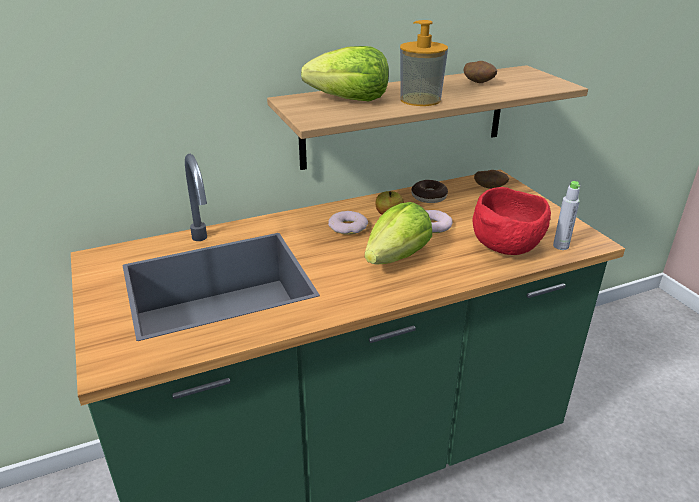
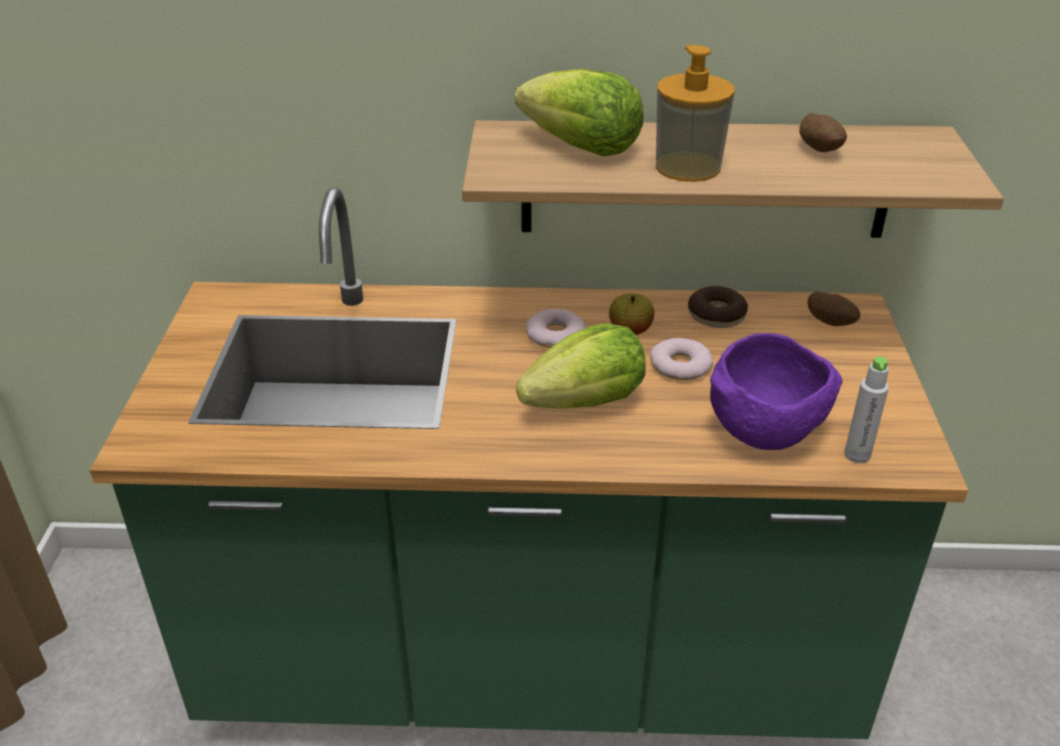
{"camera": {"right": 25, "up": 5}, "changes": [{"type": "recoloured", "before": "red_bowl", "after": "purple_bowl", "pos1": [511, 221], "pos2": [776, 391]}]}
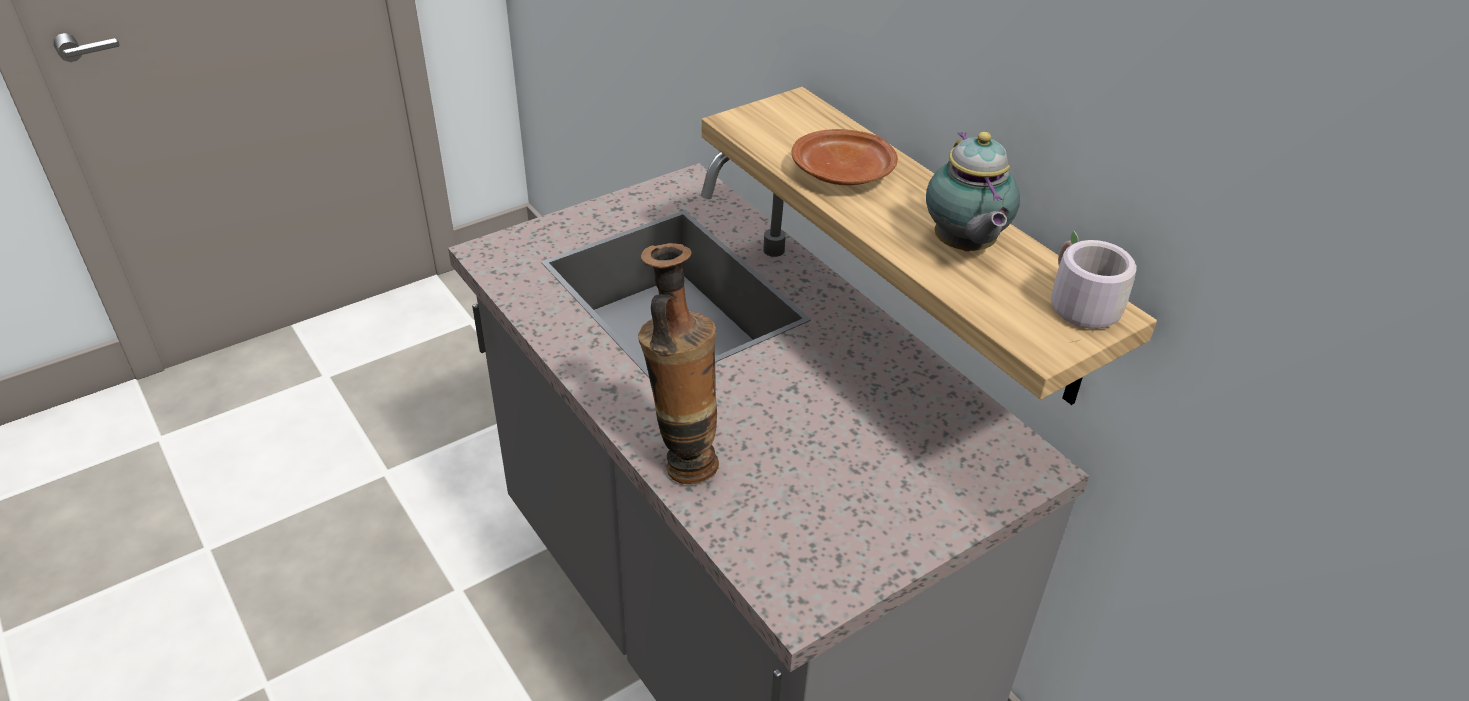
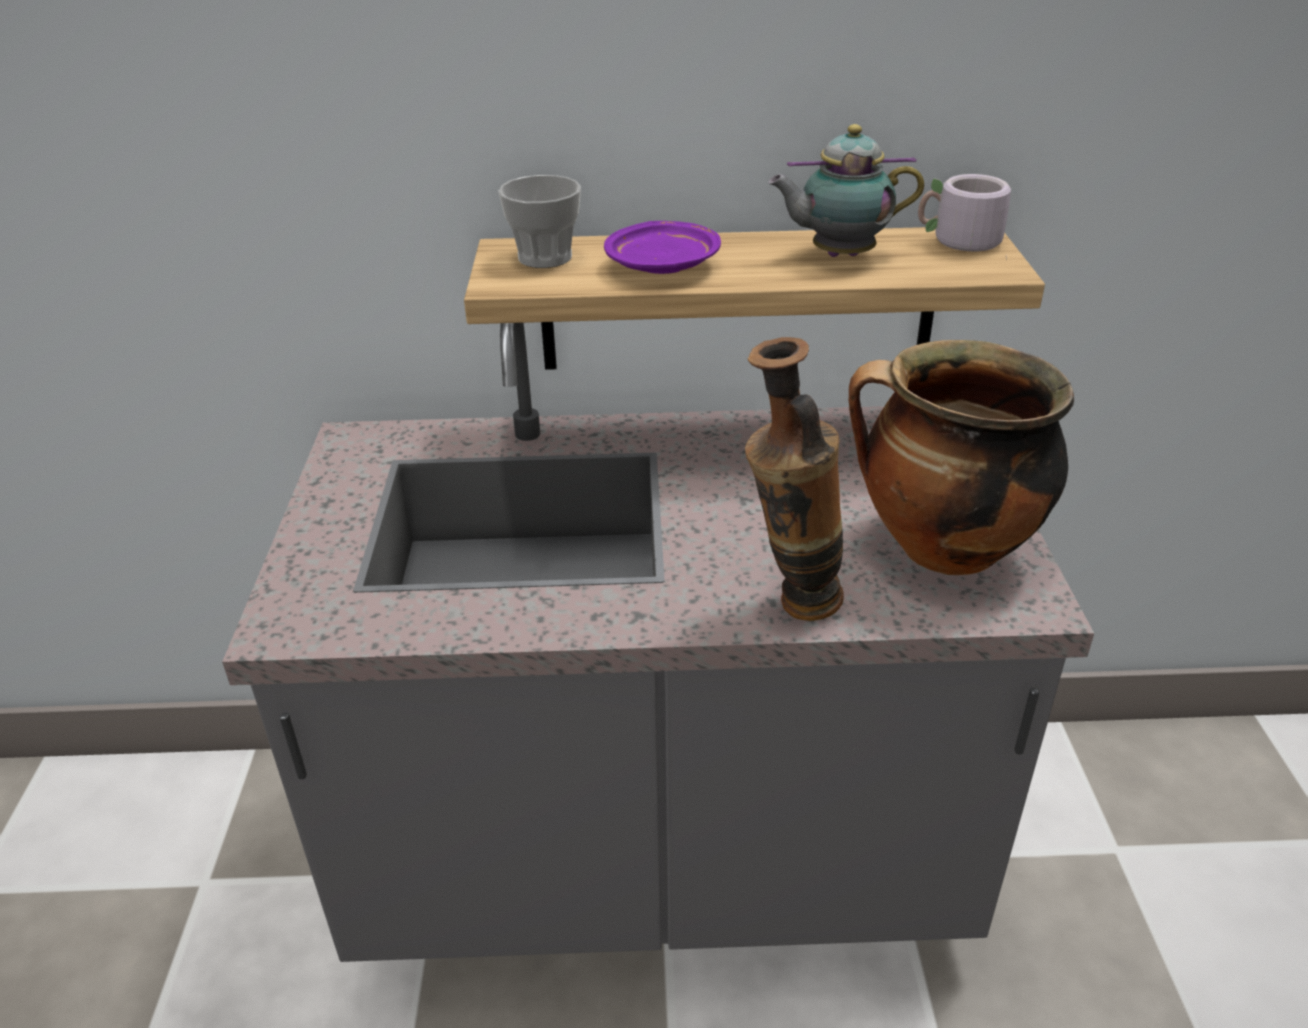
{"camera": {"right": -55, "up": -5}, "changes": [{"type": "recoloured", "before": "brown_plate", "after": "purple_plate", "pos1": [845, 157], "pos2": [662, 247]}, {"type": "turned", "before": "teapot", "pos1": [973, 192], "pos2": [846, 190], "turn": 150}, {"type": "added", "after": "cup", "pos2": [539, 221]}, {"type": "added", "after": "cooking_pot", "pos2": [961, 457]}]}
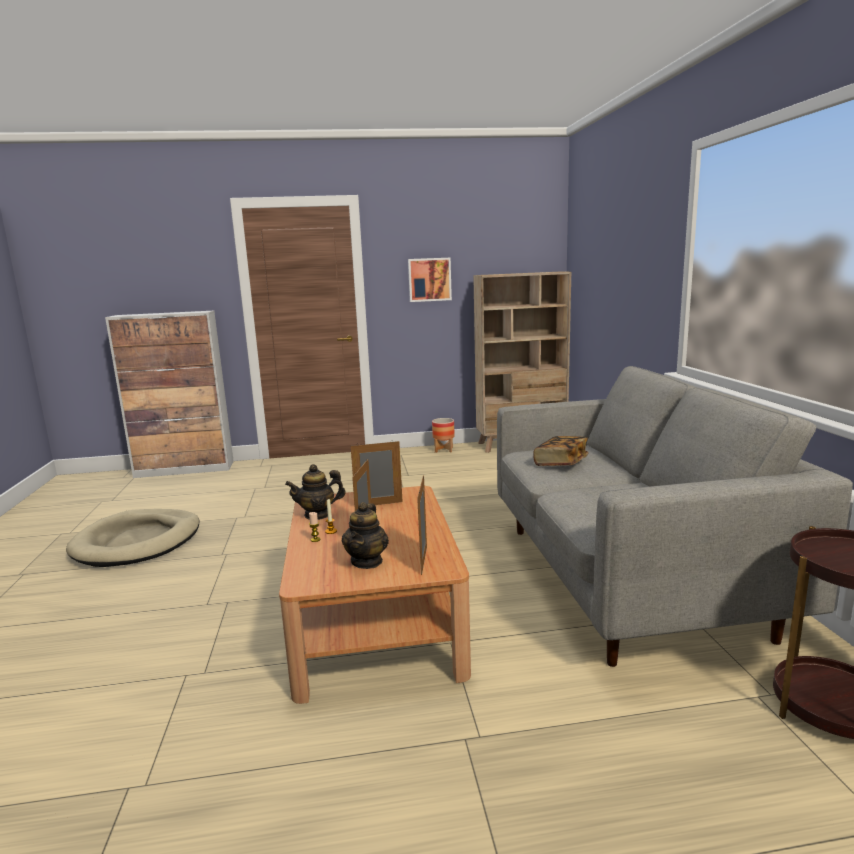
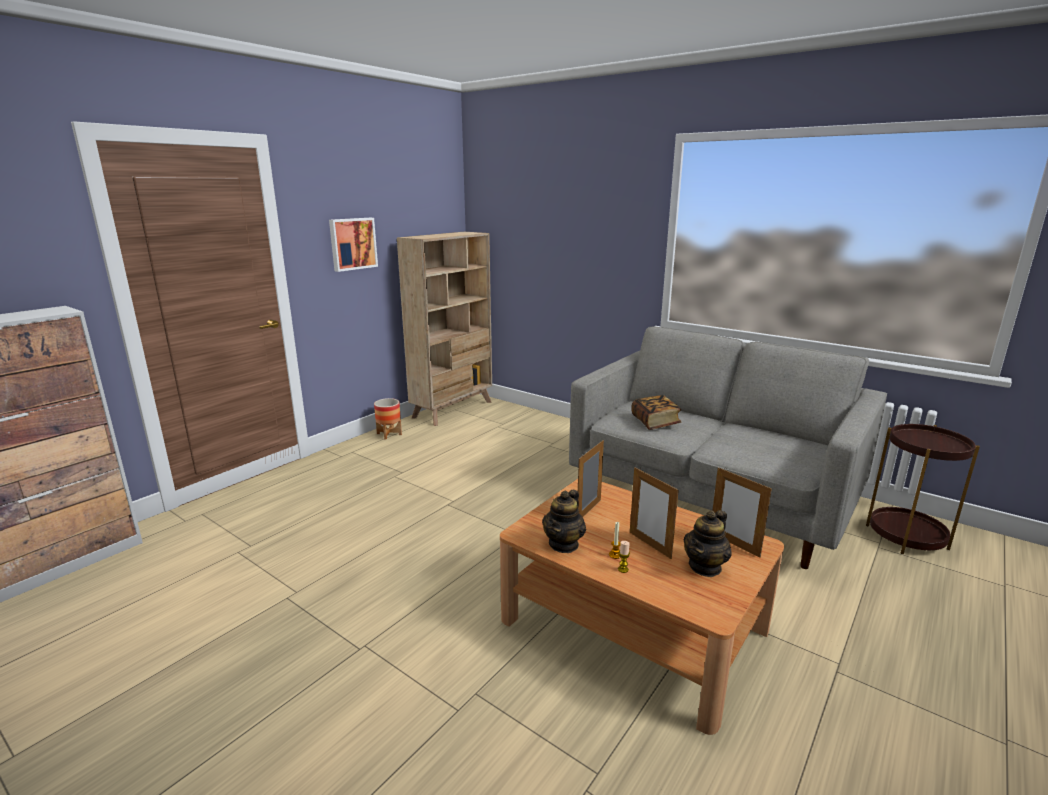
{"camera": {"right": -45, "up": 5}, "changes": [{"type": "removed", "before": "beige_dog_bed", "pos1": [132, 538]}, {"type": "turned", "before": "teapot", "pos1": [365, 535], "pos2": [708, 543], "turn": 75}]}
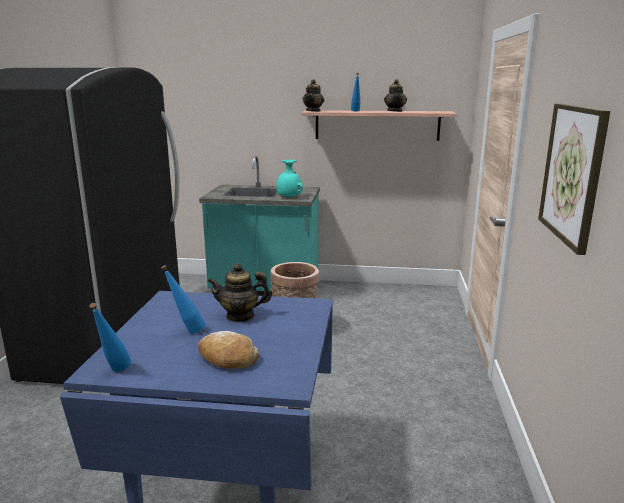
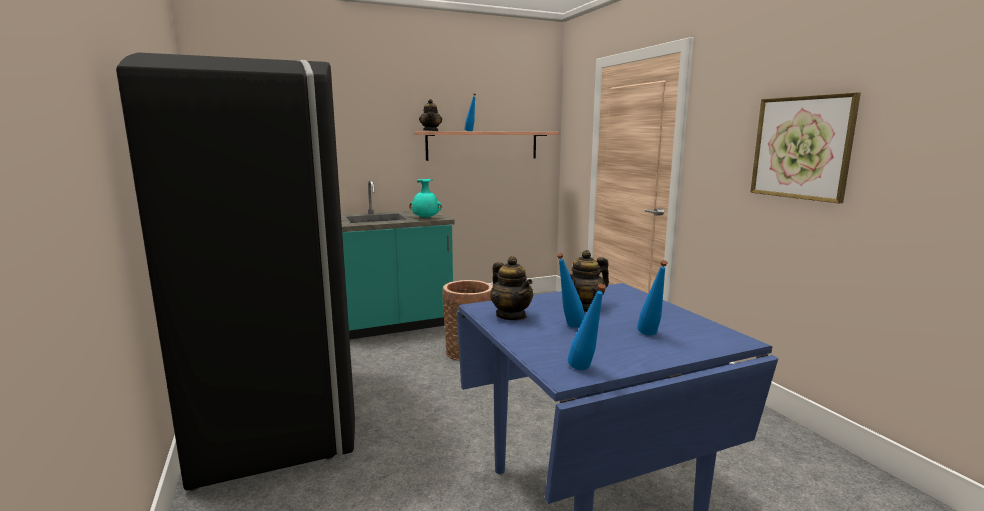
{"camera": {"right": -30, "up": -5}, "changes": [{"type": "replaced", "before": "bread", "after": "blue_bottle", "pos1": [228, 350], "pos2": [652, 298]}, {"type": "moved", "before": "teapot", "pos1": [395, 95], "pos2": [511, 288]}]}
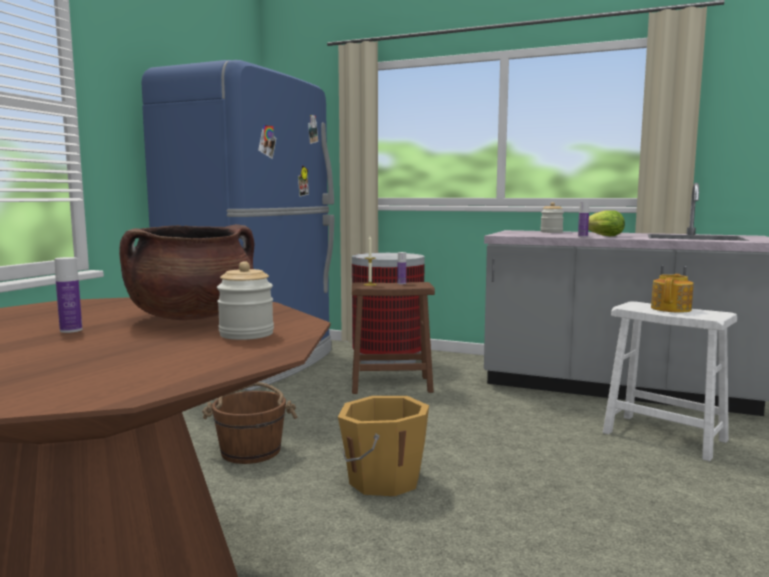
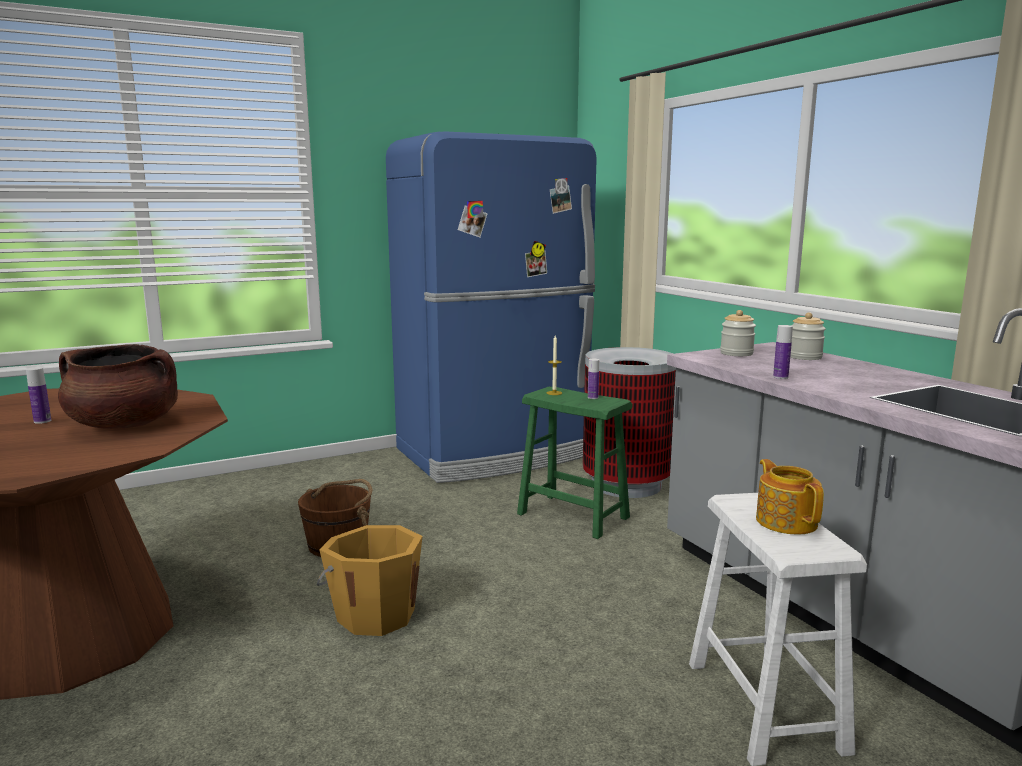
{"camera": {"right": 40, "up": 5}, "changes": [{"type": "moved", "before": "jar", "pos1": [245, 300], "pos2": [738, 333]}, {"type": "recoloured", "before": "brown_stool", "after": "green_stool", "pos1": [393, 338], "pos2": [574, 463]}, {"type": "removed", "before": "lettuce", "pos1": [606, 223]}, {"type": "turned", "before": "teapot", "pos1": [672, 293], "pos2": [790, 497], "turn": -90}]}
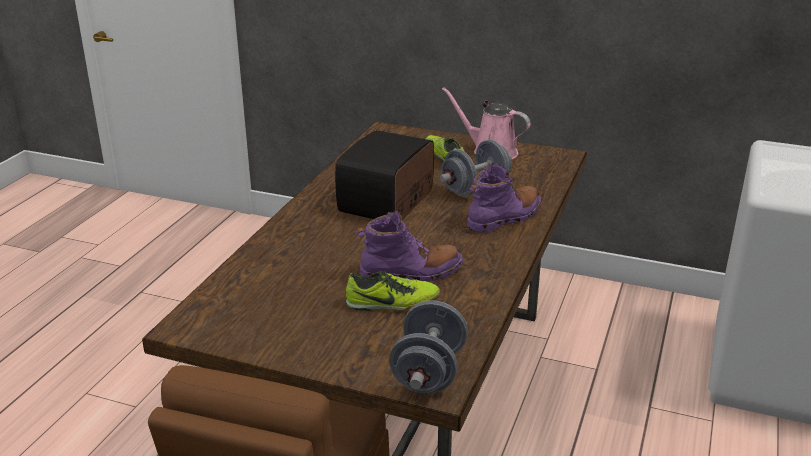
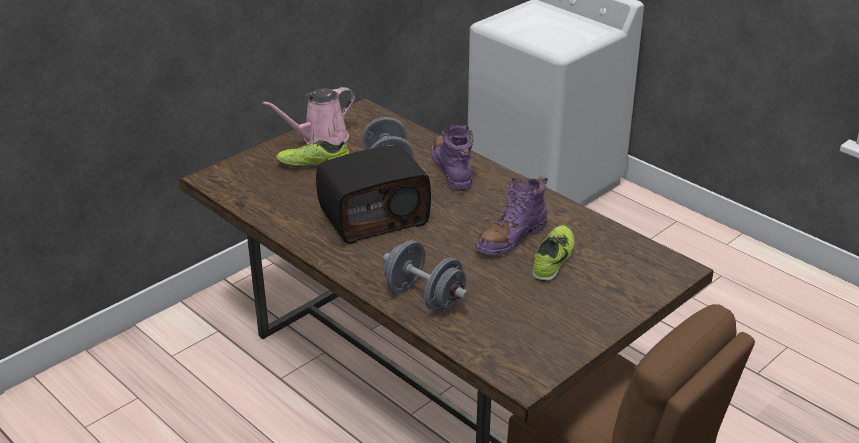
{"camera": {"right": -65, "up": 5}, "changes": [{"type": "turned", "before": "radio", "pos1": [384, 174], "pos2": [373, 194], "turn": -75}, {"type": "turned", "before": "purple_boot", "pos1": [409, 246], "pos2": [511, 216], "turn": -150}, {"type": "moved", "before": "grey_dumbbell", "pos1": [428, 346], "pos2": [426, 276]}]}
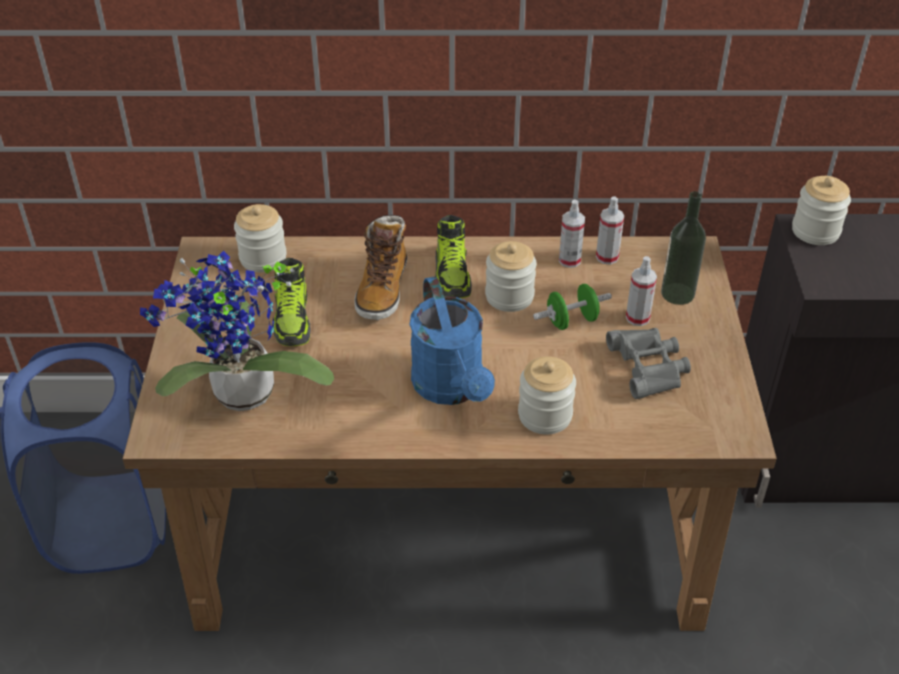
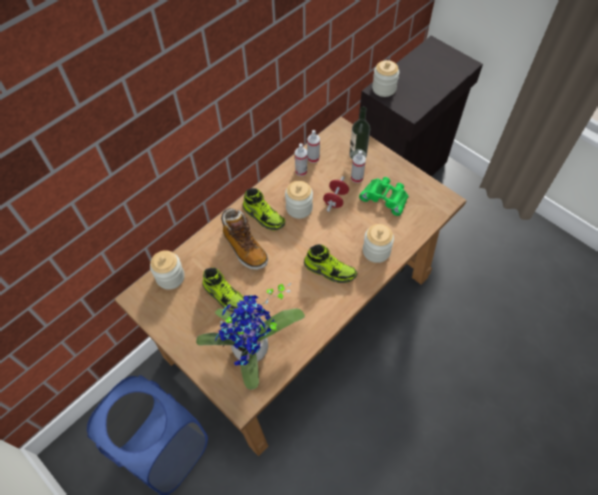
{"camera": {"right": -45, "up": 15}, "changes": [{"type": "replaced", "before": "blue_watering_can", "after": "shoe", "pos1": [452, 340], "pos2": [331, 263]}, {"type": "recoloured", "before": "green_dumbbell", "after": "red_dumbbell", "pos1": [572, 307], "pos2": [336, 194]}, {"type": "recoloured", "before": "grey_binoculars", "after": "green_binoculars", "pos1": [648, 363], "pos2": [384, 196]}]}
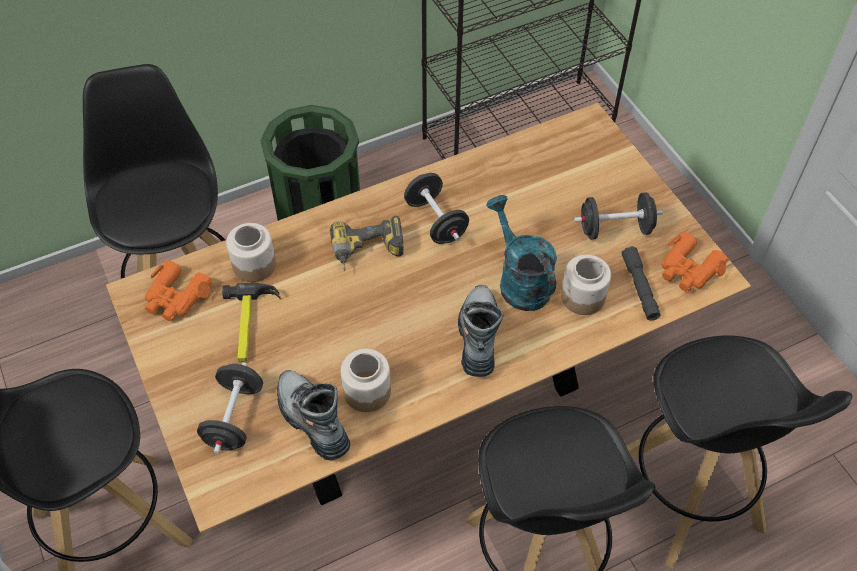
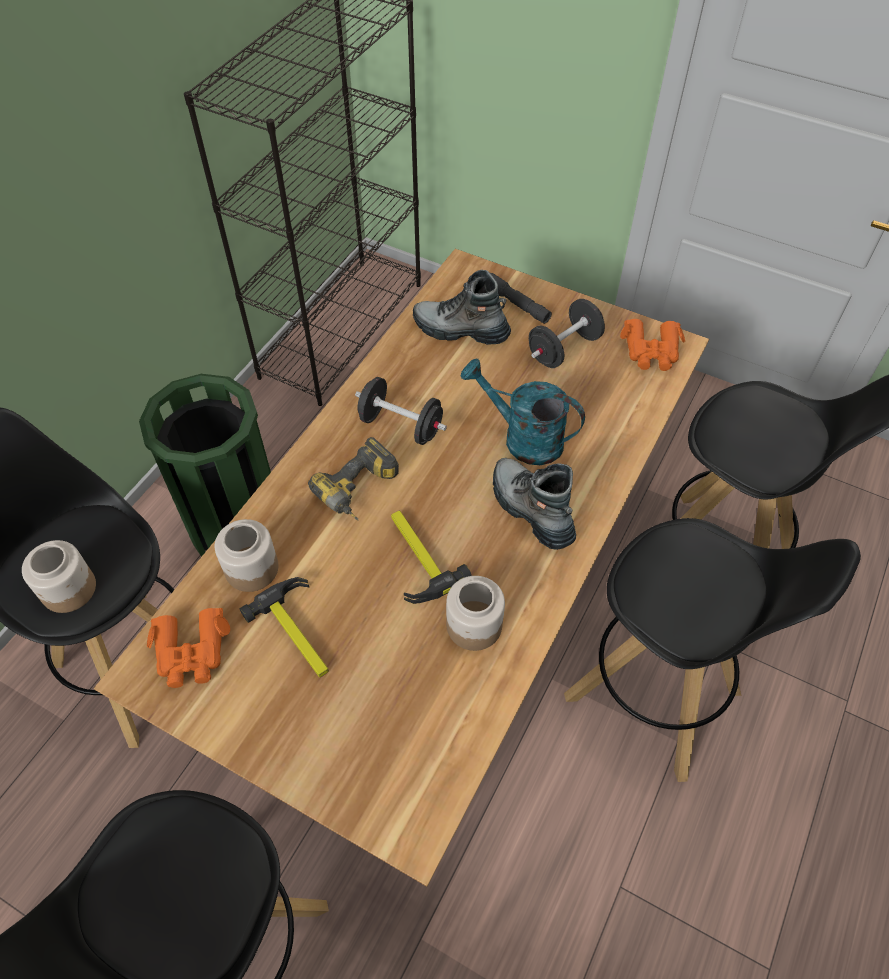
{"camera": {"right": -35, "up": 0}, "changes": [{"type": "removed", "before": "black_dumbbell", "pos1": [230, 408]}, {"type": "moved", "before": "boot", "pos1": [313, 415], "pos2": [462, 307]}, {"type": "moved", "before": "jar", "pos1": [586, 285], "pos2": [59, 576]}, {"type": "moved", "before": "grey_flashlight", "pos1": [641, 283], "pos2": [521, 298]}, {"type": "added", "after": "hammer", "pos2": [431, 557]}]}
